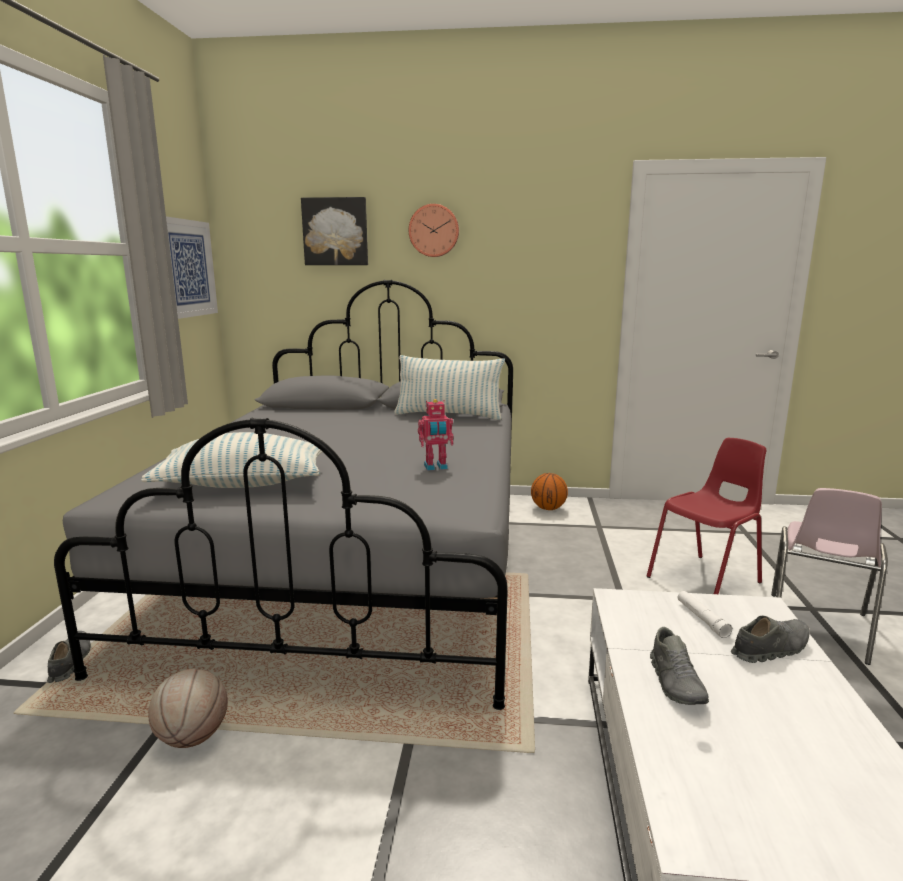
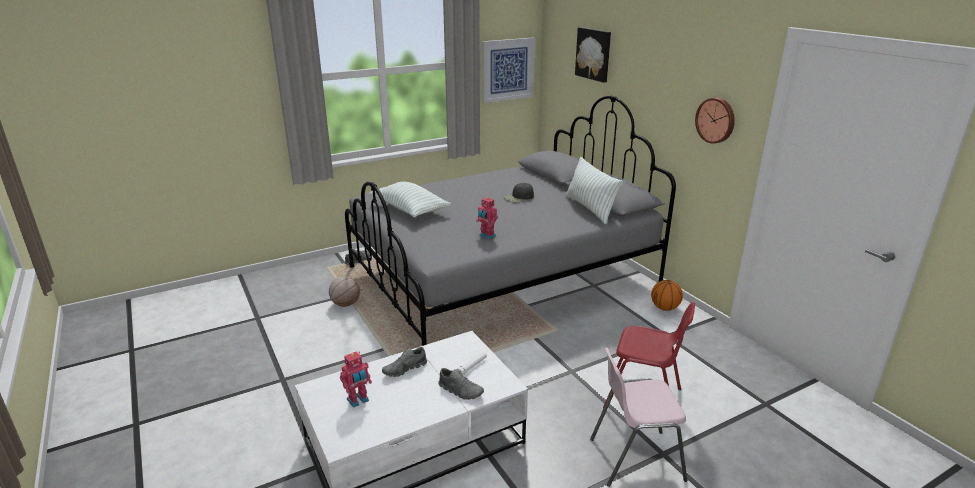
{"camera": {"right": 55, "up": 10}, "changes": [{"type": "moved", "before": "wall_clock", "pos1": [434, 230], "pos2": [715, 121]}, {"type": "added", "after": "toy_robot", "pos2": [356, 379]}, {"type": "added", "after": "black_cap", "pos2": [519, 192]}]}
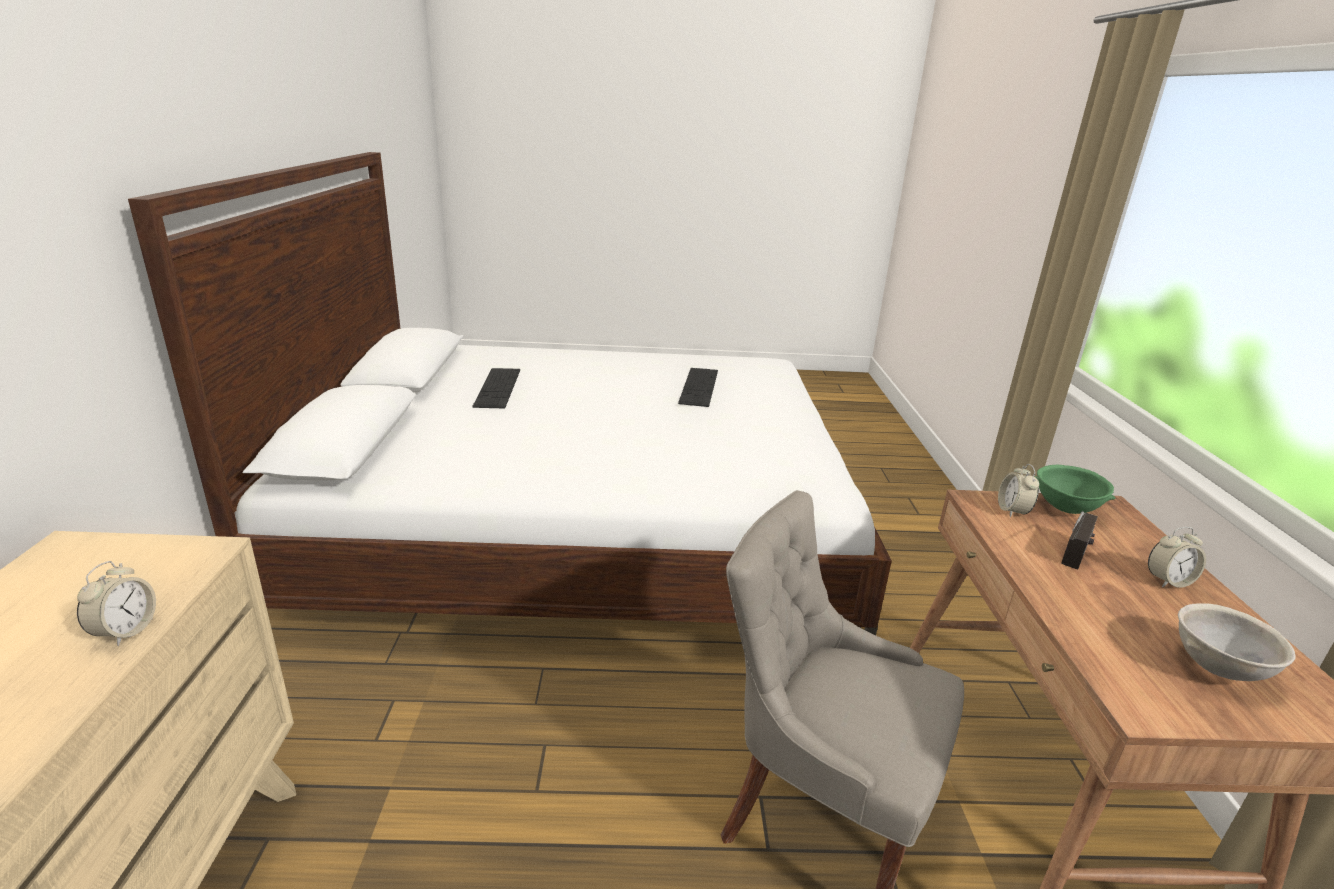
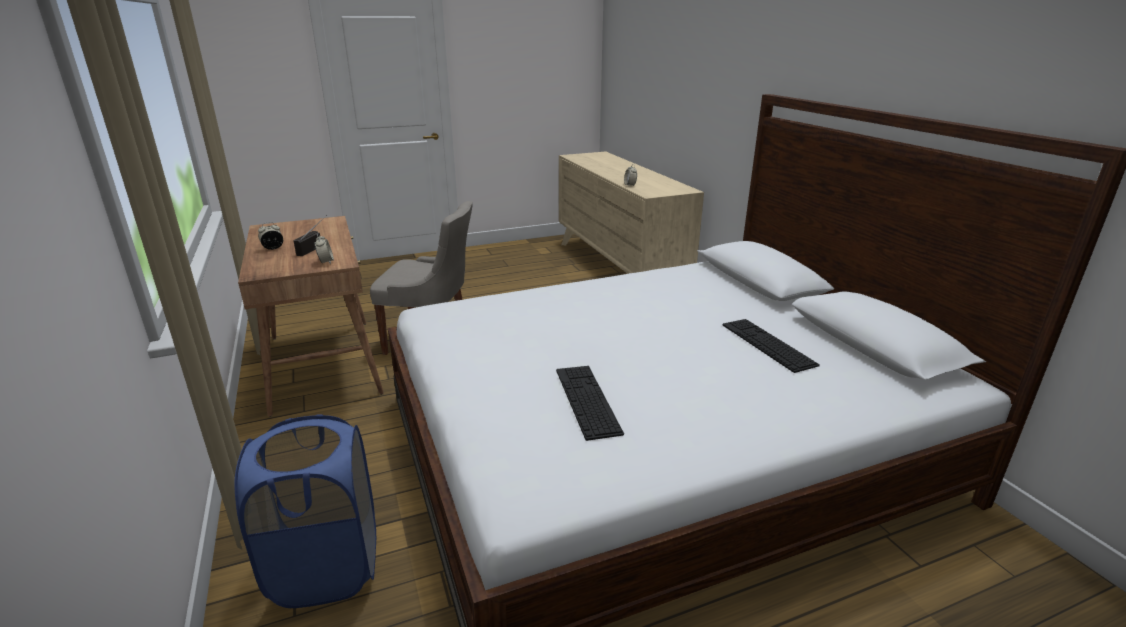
{"camera": {"right": 160, "up": 0}, "changes": [{"type": "removed", "before": "green_bowl", "pos1": [1074, 489]}, {"type": "removed", "before": "grey_bowl", "pos1": [1237, 642]}, {"type": "added", "after": "blue_laundry_basket", "pos2": [305, 511]}]}
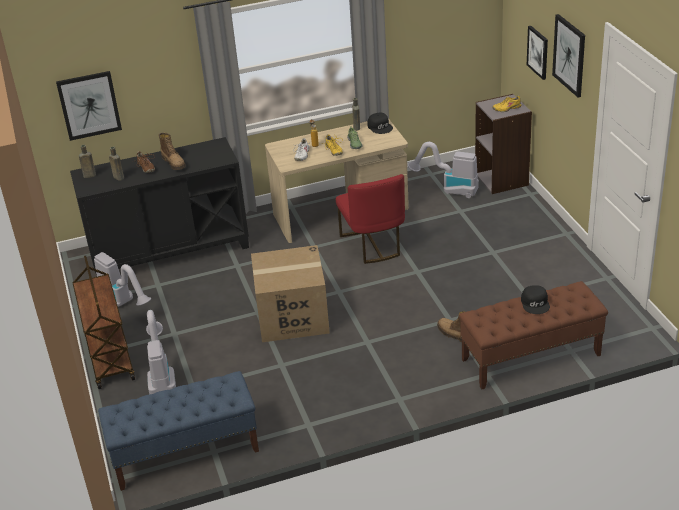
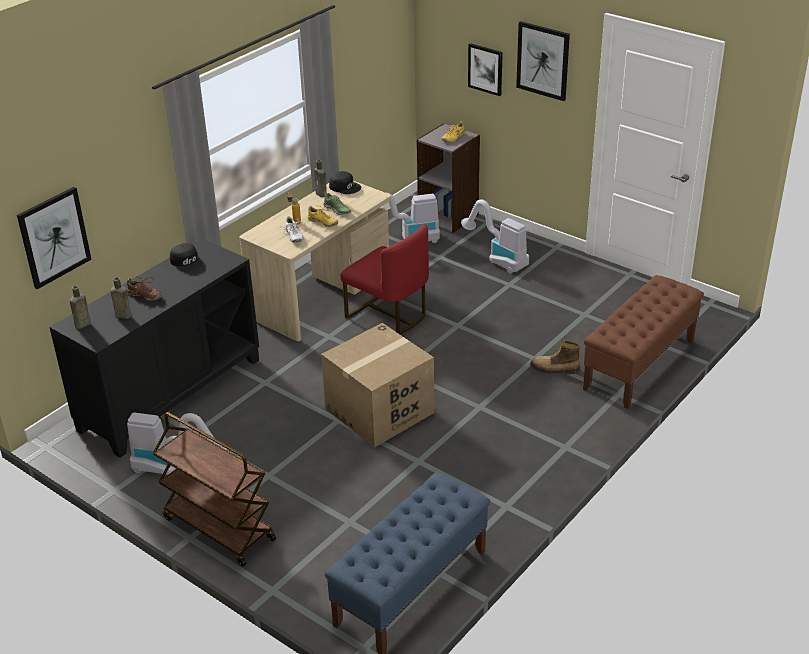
{"camera": {"right": -35, "up": 0}, "changes": [{"type": "moved", "before": "vacuum_cleaner", "pos1": [161, 352], "pos2": [495, 236]}, {"type": "removed", "before": "boot", "pos1": [172, 151]}, {"type": "moved", "before": "black_cap", "pos1": [535, 299], "pos2": [186, 257]}]}
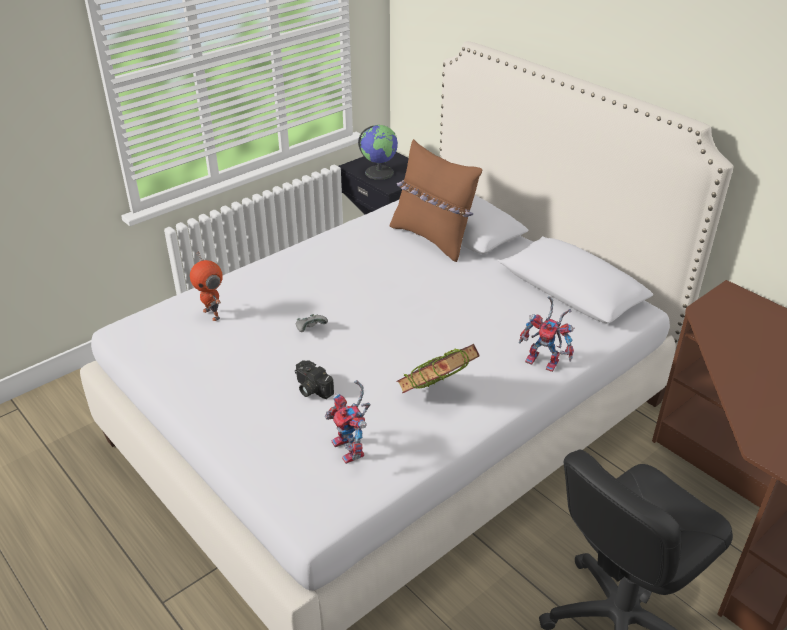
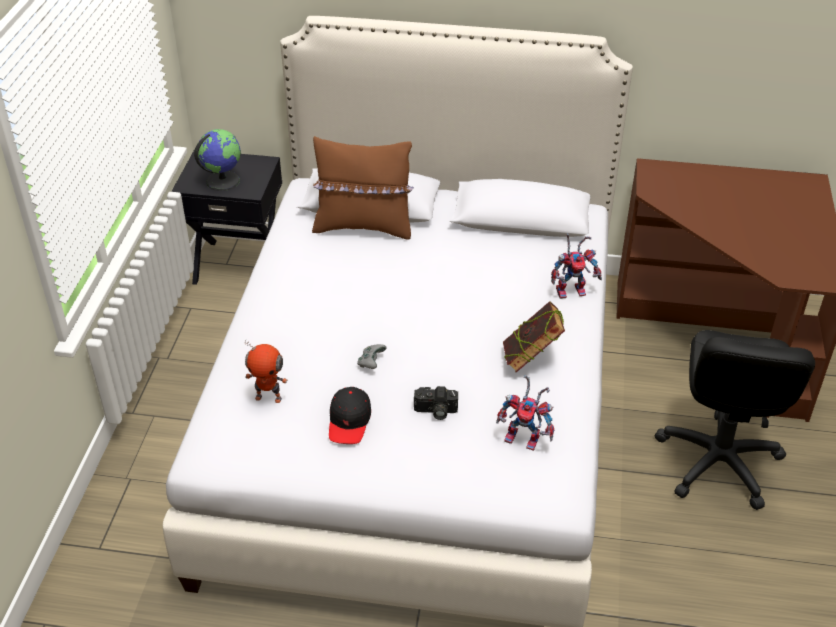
{"camera": {"right": -40, "up": 5}, "changes": [{"type": "added", "after": "black_cap", "pos2": [350, 415]}]}
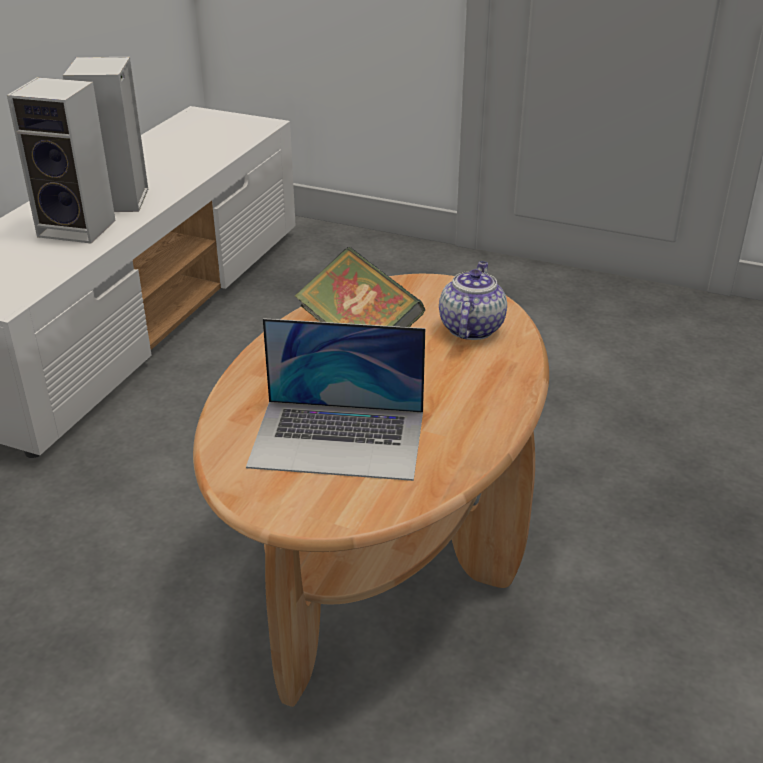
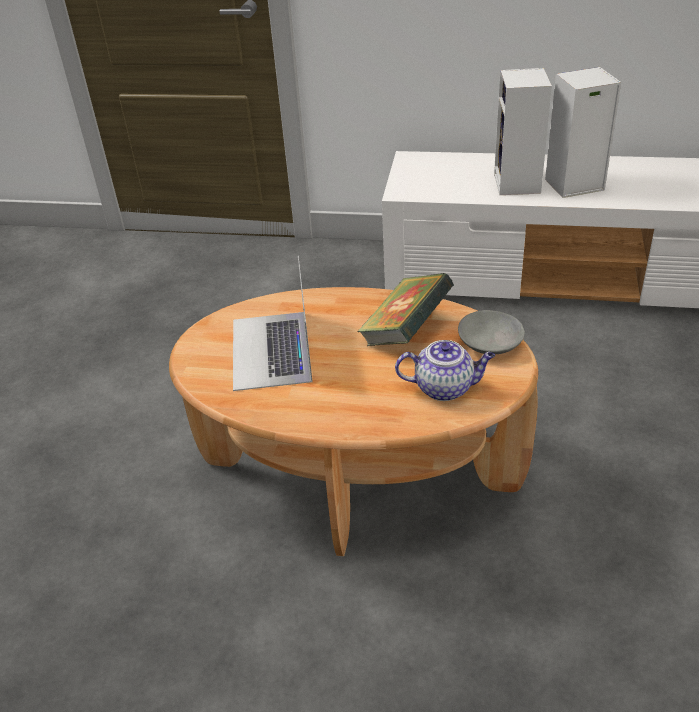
{"camera": {"right": 80, "up": 5}, "changes": [{"type": "added", "after": "grey_bowl", "pos2": [491, 332]}]}
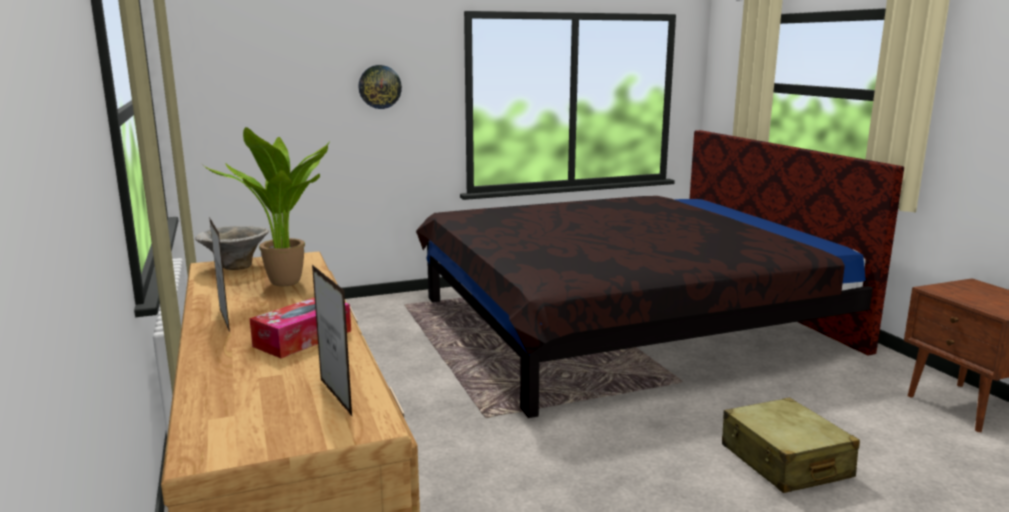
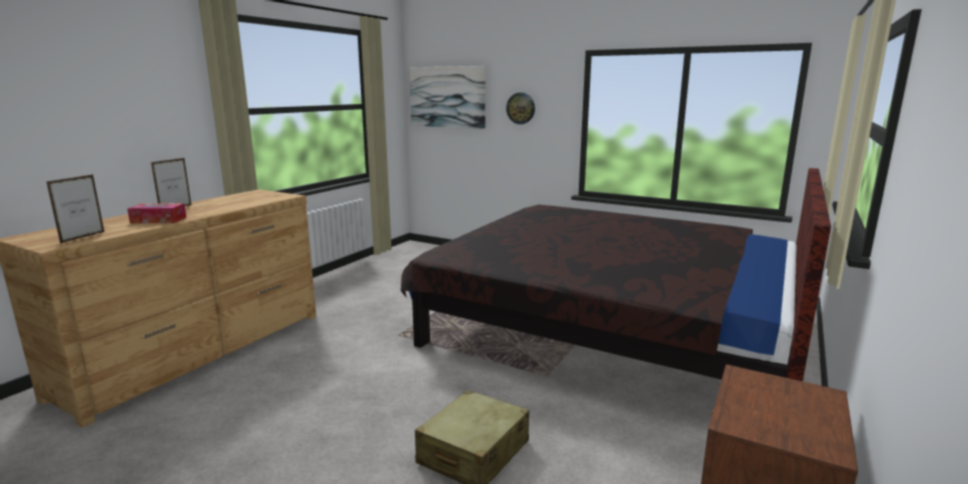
{"camera": {"right": 50, "up": 0}, "changes": [{"type": "removed", "before": "bowl", "pos1": [232, 248]}, {"type": "removed", "before": "potted_plant", "pos1": [266, 207]}, {"type": "added", "after": "picture", "pos2": [447, 97]}]}
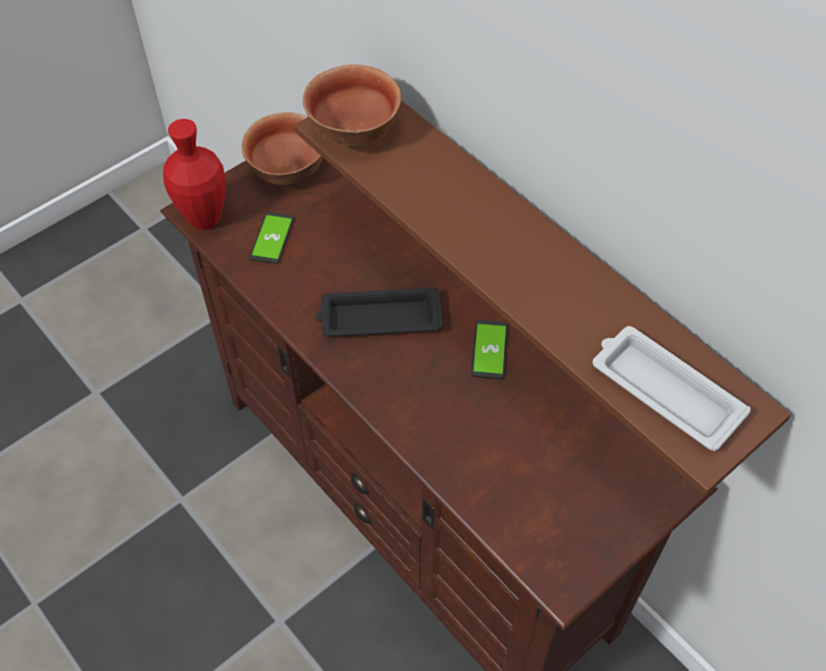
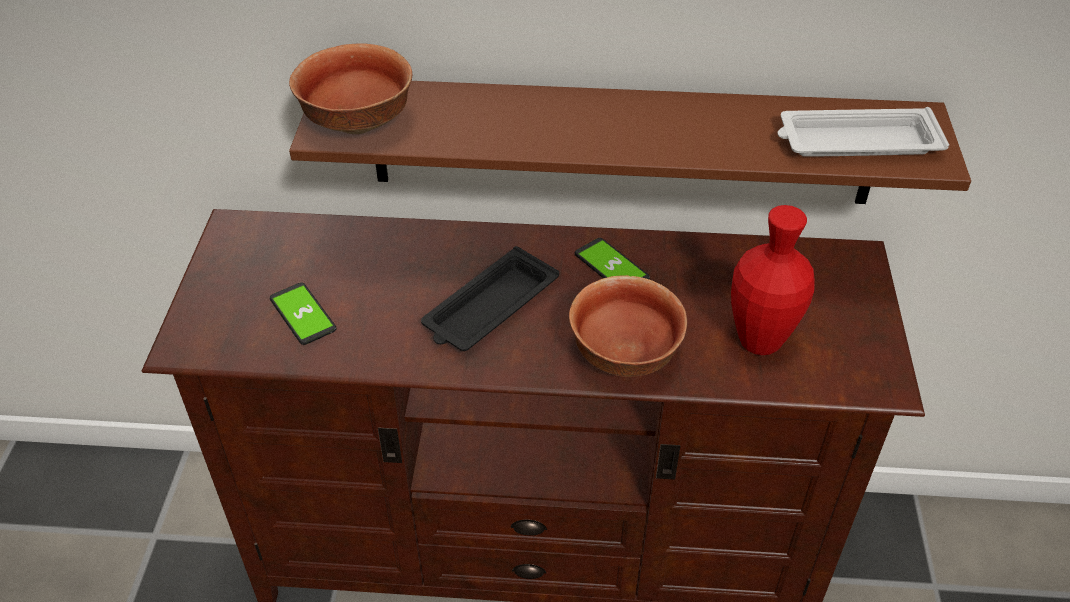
{"camera": {"right": -45, "up": -10}, "changes": [{"type": "moved", "before": "red_vase", "pos1": [194, 174], "pos2": [773, 280]}, {"type": "moved", "before": "bowl", "pos1": [282, 148], "pos2": [628, 326]}]}
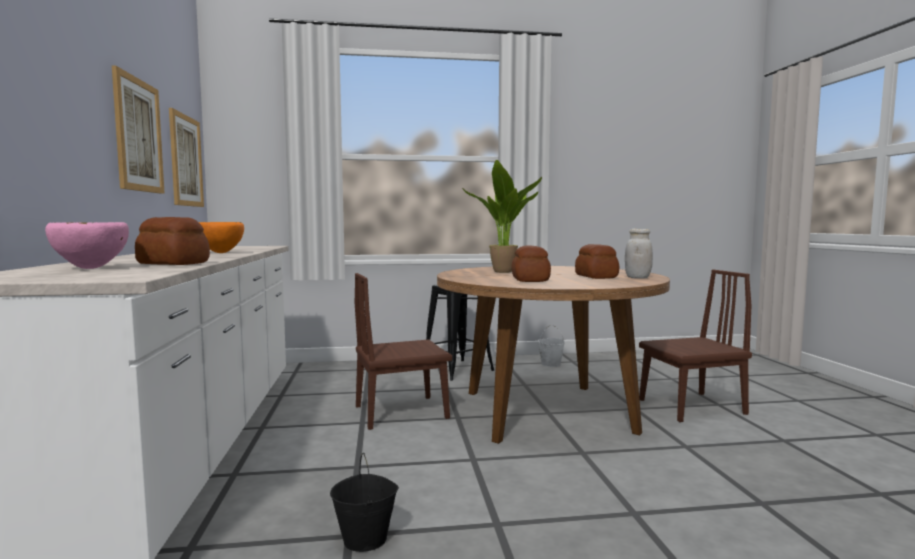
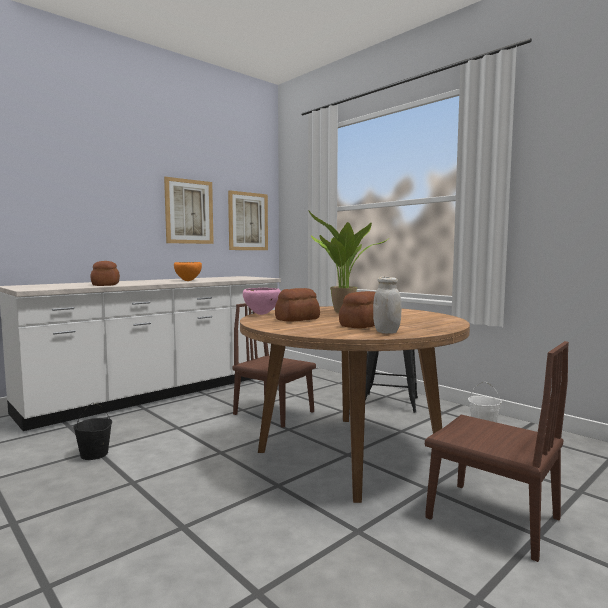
{"camera": {"right": 55, "up": 0}, "changes": [{"type": "moved", "before": "pink_bowl", "pos1": [87, 245], "pos2": [262, 301]}]}
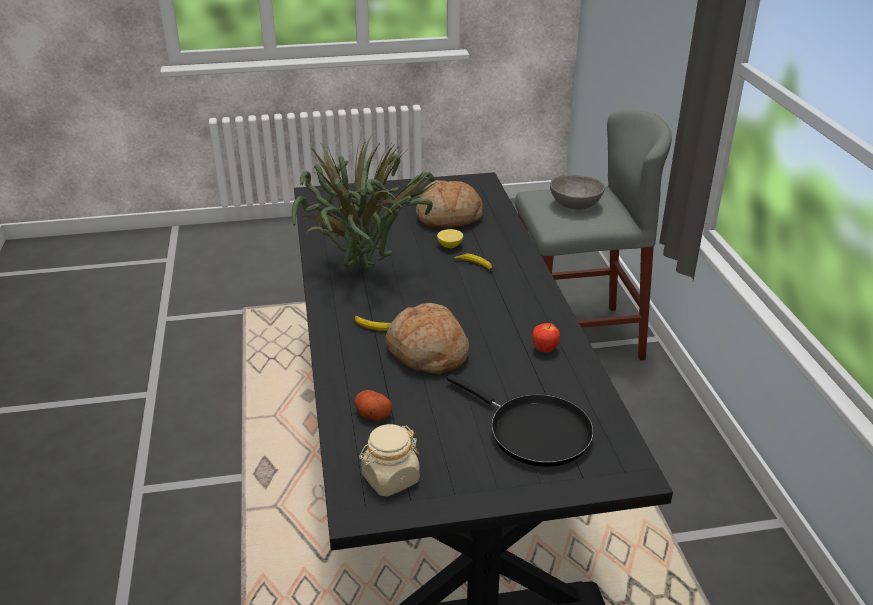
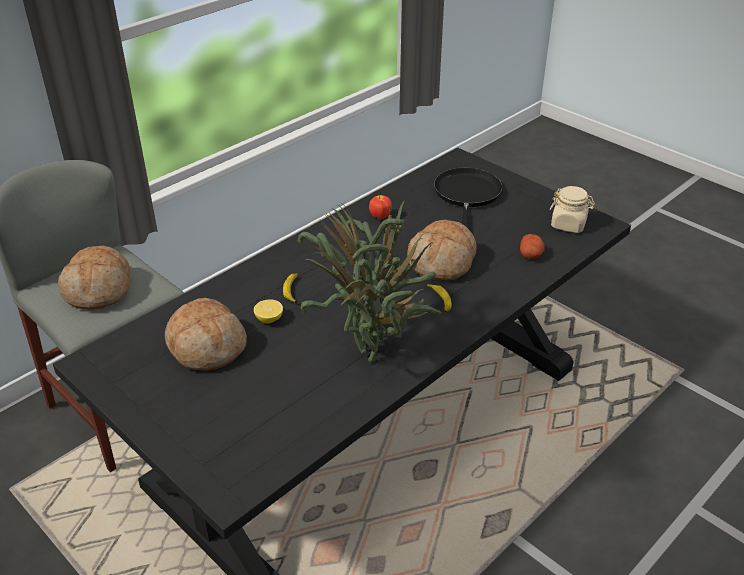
{"camera": {"right": -125, "up": 5}, "changes": [{"type": "replaced", "before": "grey_bowl", "after": "bread", "pos1": [577, 192], "pos2": [94, 278]}]}
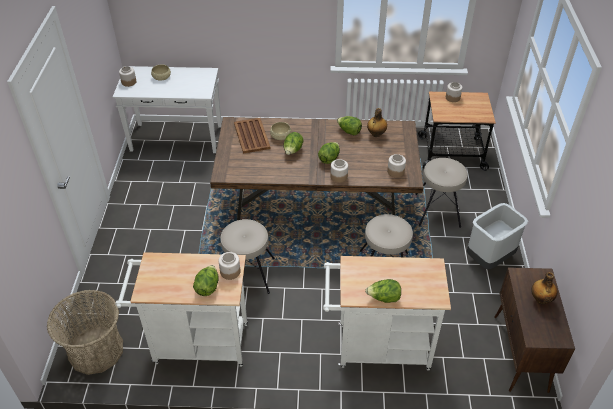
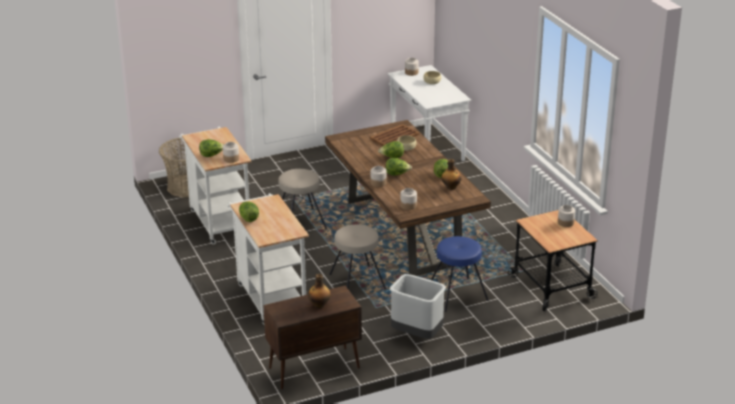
{"camera": {"right": 65, "up": -15}, "changes": [{"type": "recoloured", "before": "beige_stool", "after": "blue_stool", "pos1": [441, 193], "pos2": [460, 274]}]}
